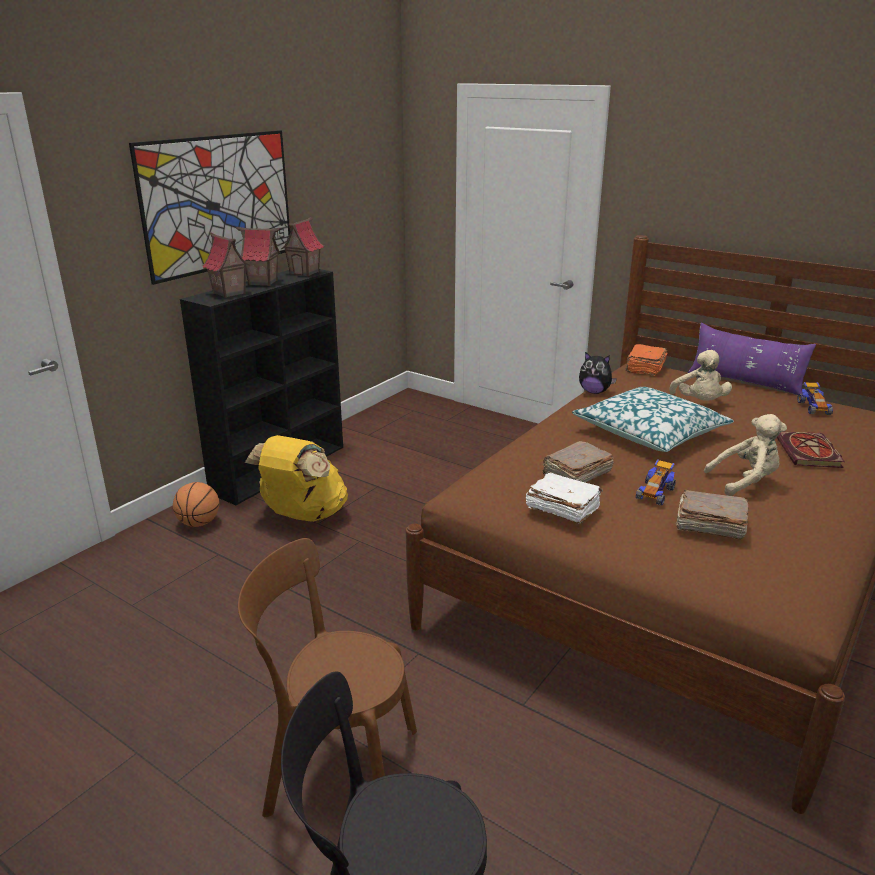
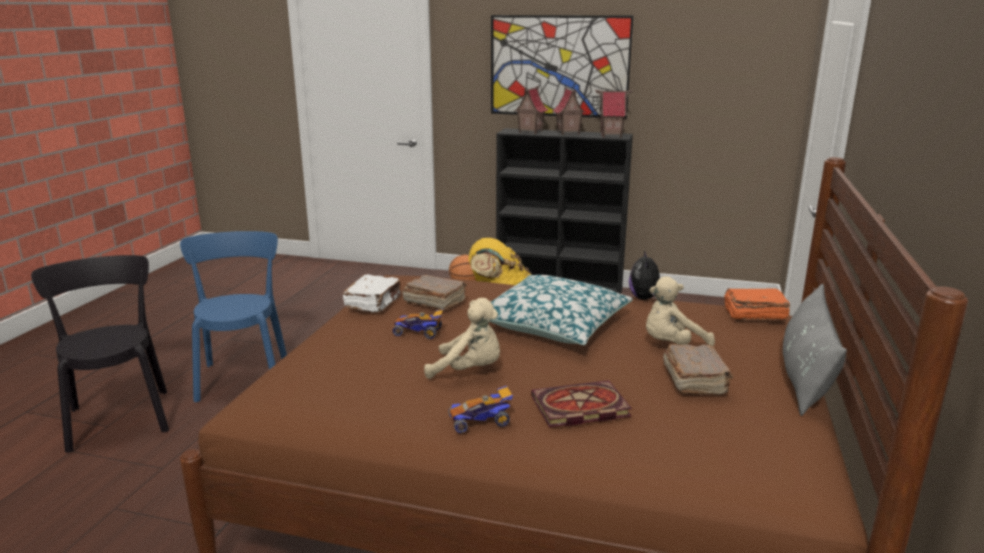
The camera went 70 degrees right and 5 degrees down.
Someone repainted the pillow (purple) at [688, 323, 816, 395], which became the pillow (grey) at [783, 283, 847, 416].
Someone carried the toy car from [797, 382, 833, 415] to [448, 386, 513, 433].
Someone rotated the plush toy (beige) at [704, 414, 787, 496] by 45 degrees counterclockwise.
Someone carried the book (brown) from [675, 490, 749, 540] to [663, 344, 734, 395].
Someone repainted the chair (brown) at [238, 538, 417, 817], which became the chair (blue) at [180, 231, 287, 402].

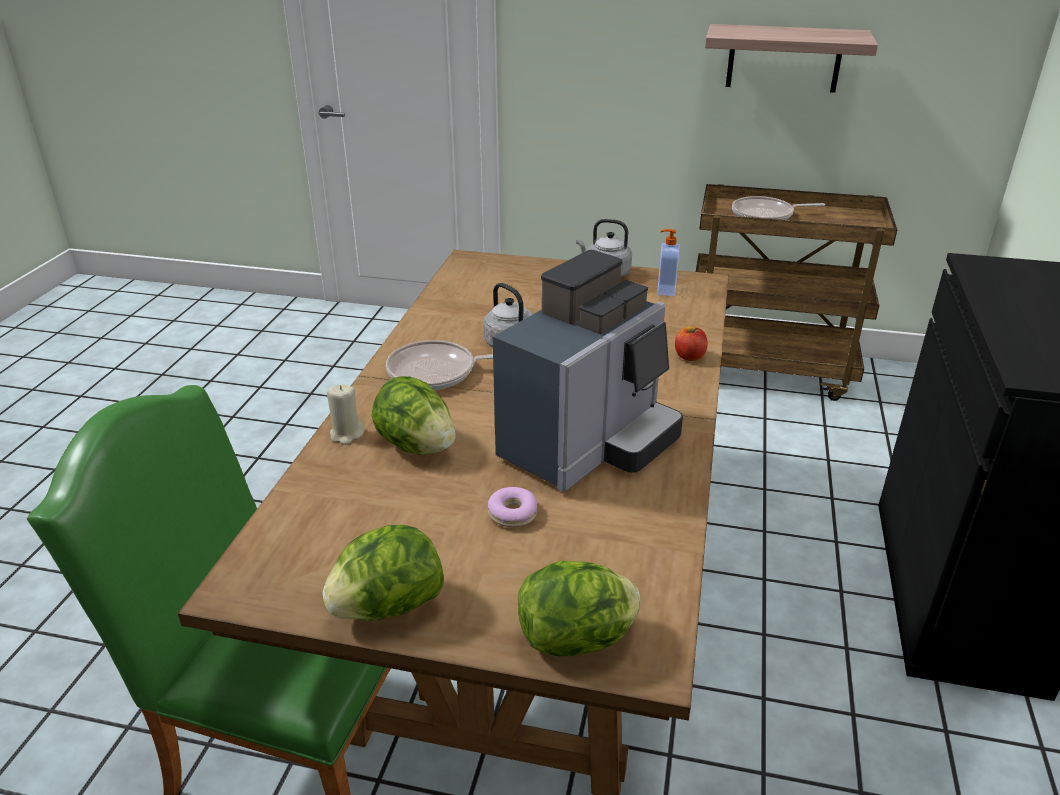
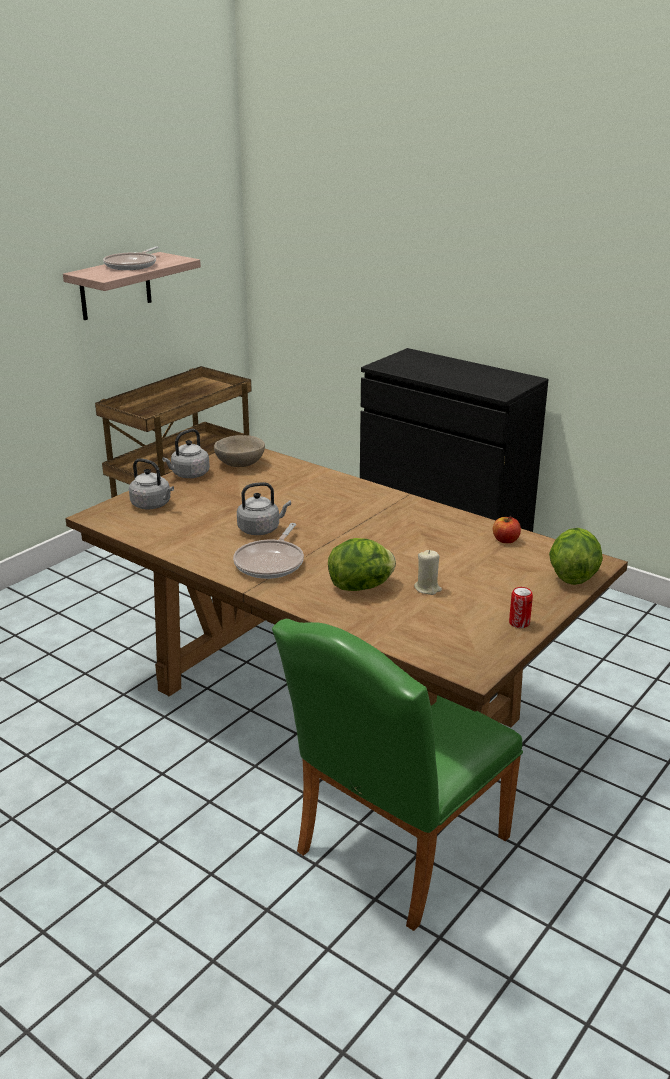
The camera went 65 degrees left and 5 degrees down.
Someone carried the frying pan from [732, 196, 825, 220] to [103, 247, 159, 270].
Someone swapped the soap dispenser at [657, 229, 680, 296] for the bowl (beige) at [214, 435, 265, 467].
Someone took away the coffee machine at [493, 250, 683, 492].
Someone carried the apple from [675, 326, 708, 361] to [493, 516, 521, 543].
Someone carried the candle (beige) from [327, 384, 364, 445] to [414, 550, 442, 595].
Someone took away the donut at [488, 487, 537, 527].
Someone swapped the lettuce at [322, 525, 444, 621] for the can at [509, 587, 533, 628].
Someone put down the kettle (grey) at [129, 458, 174, 509].

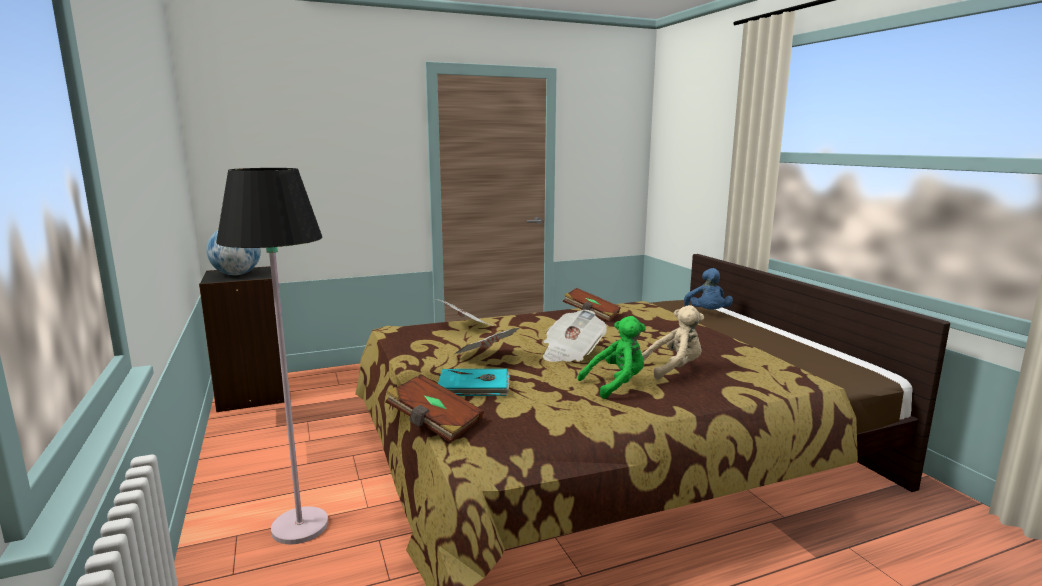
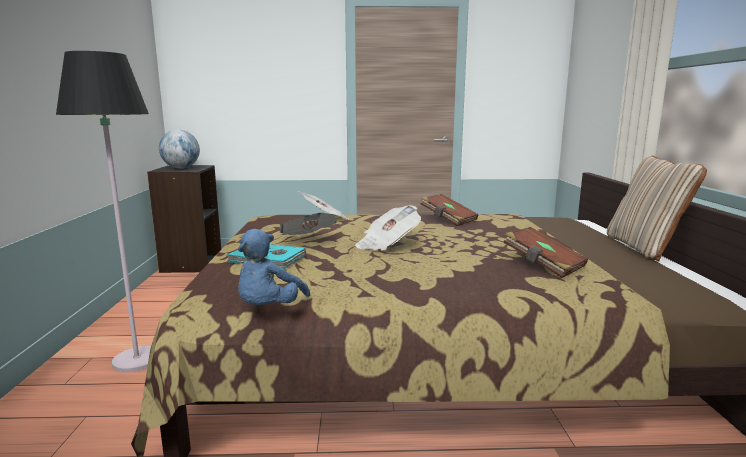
The camera went 20 degrees right and 0 degrees up.
Someone carried the plush toy (blue) from [684, 268, 733, 310] to [238, 229, 310, 305].
Someone took away the plush toy (beige) at [642, 305, 704, 380].
Someone took away the plush toy (green) at [578, 316, 646, 399].
Someone carried the book (brown) from [385, 374, 484, 443] to [503, 227, 588, 278].
Someone put down the pillow (beige) at [607, 156, 707, 261].

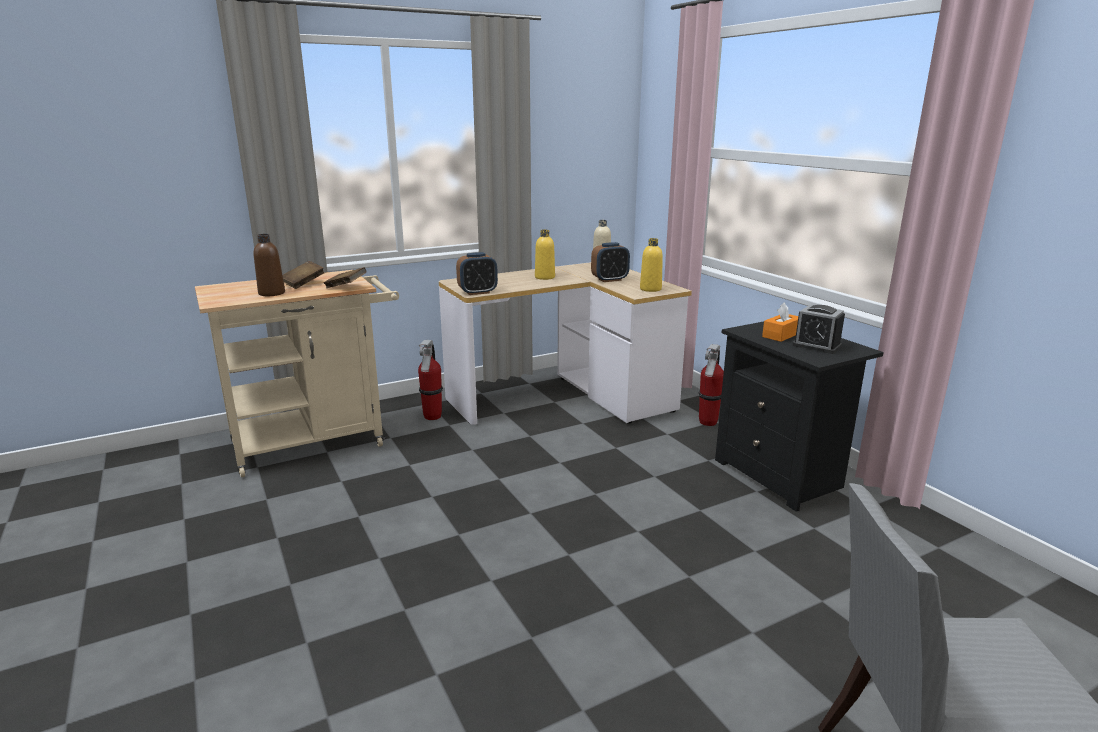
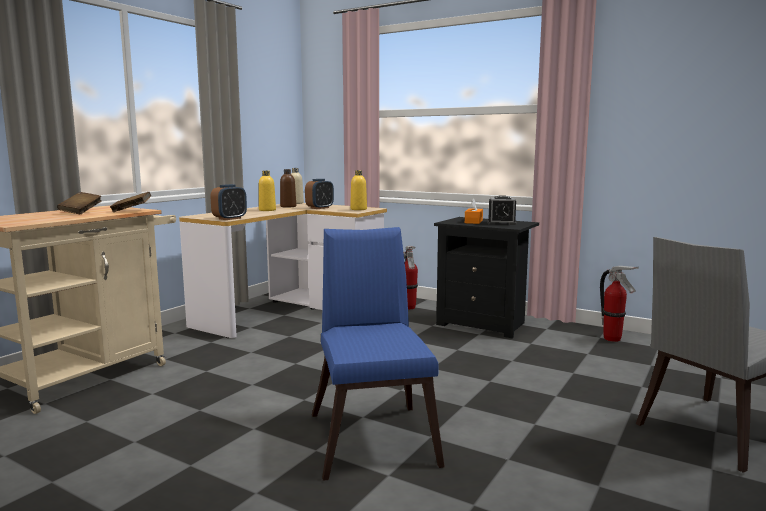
The camera went 30 degrees left and 10 degrees down.
Someone carried the bottle (brown) from [254, 234, 285, 296] to [280, 169, 296, 208].
Someone carried the fire extinguisher from [418, 340, 443, 420] to [600, 266, 639, 342].
Someone put down the chair (blue) at [312, 227, 445, 481].

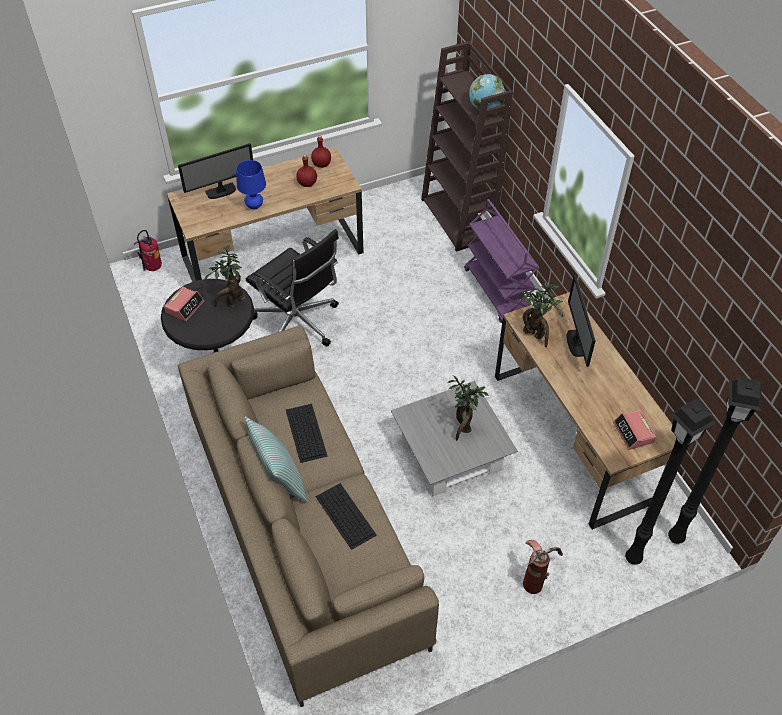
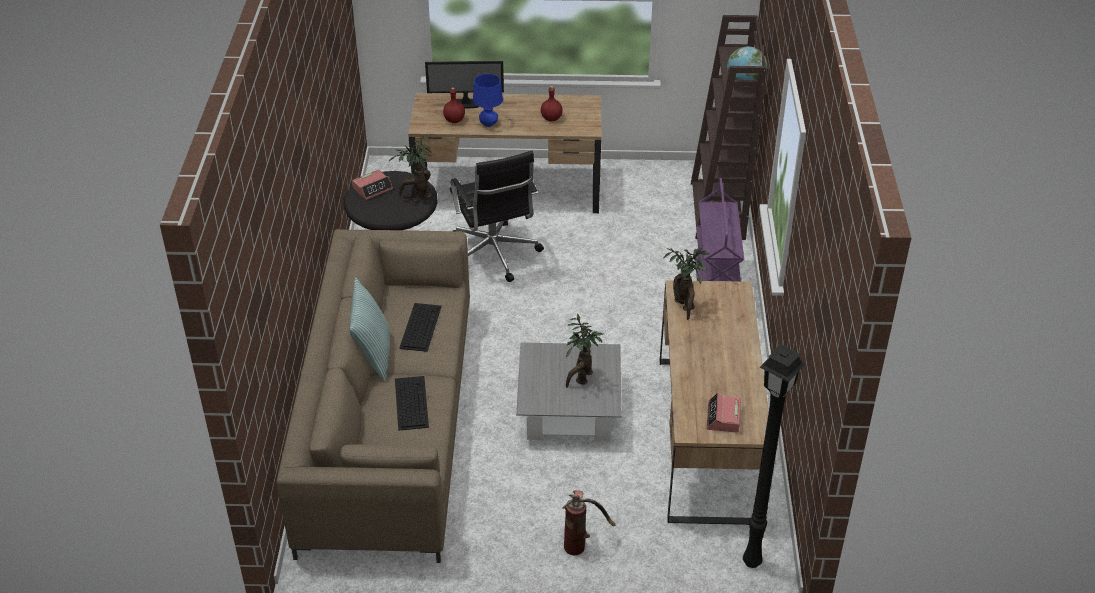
The camera went 25 degrees right and 10 degrees down.
Someone carried the bottle (red) from [311, 136, 331, 168] to [443, 87, 465, 123].
Someone took away the fire extinguisher at [134, 230, 162, 271].
Someone took away the monitor at [566, 275, 596, 367].
Someone took away the floor lamp (black) at [625, 398, 716, 565].

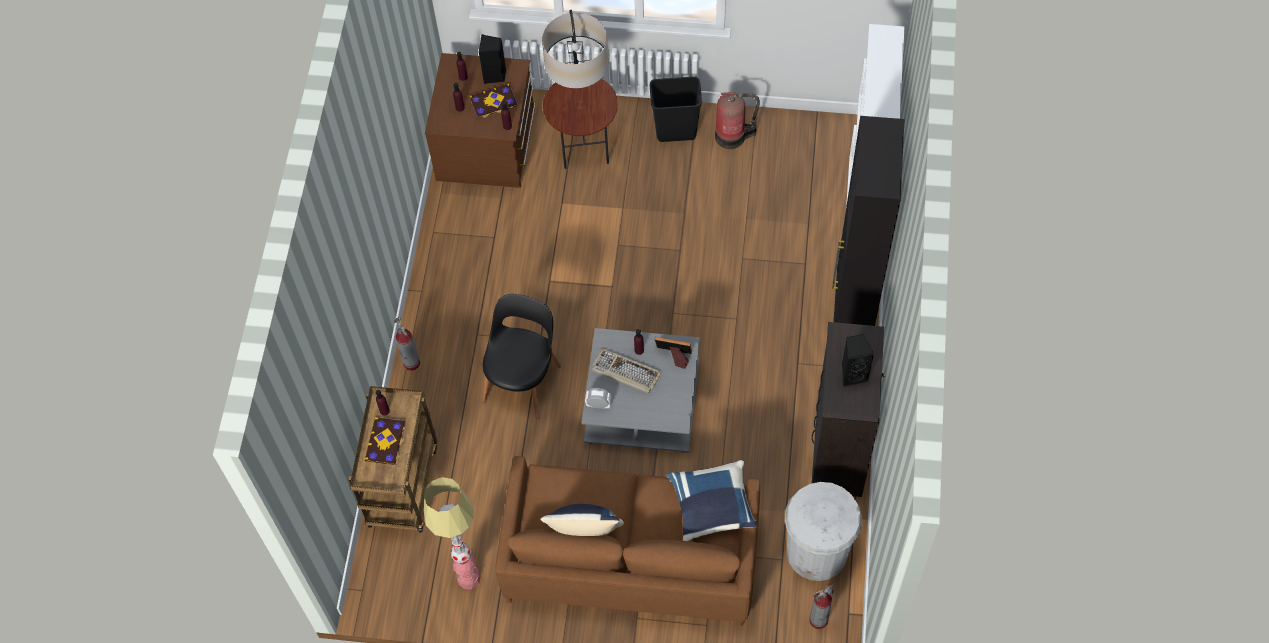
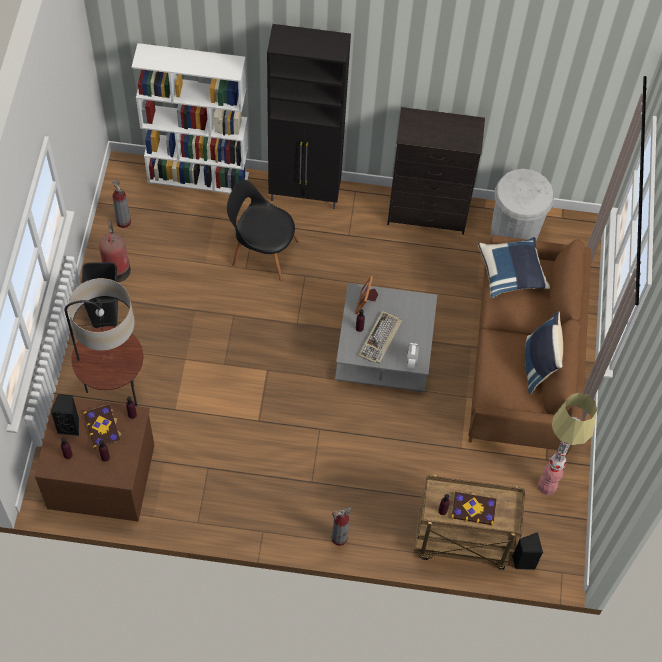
The camera went 95 degrees left and 0 degrees up.
Someone carried the chair (black) from [482, 294, 561, 419] to [227, 180, 299, 281].
Someone carried the speaker (black) from [842, 334, 874, 387] to [512, 532, 543, 570].
Someone carried the fire extinguisher from [809, 584, 834, 629] to [112, 180, 131, 228].

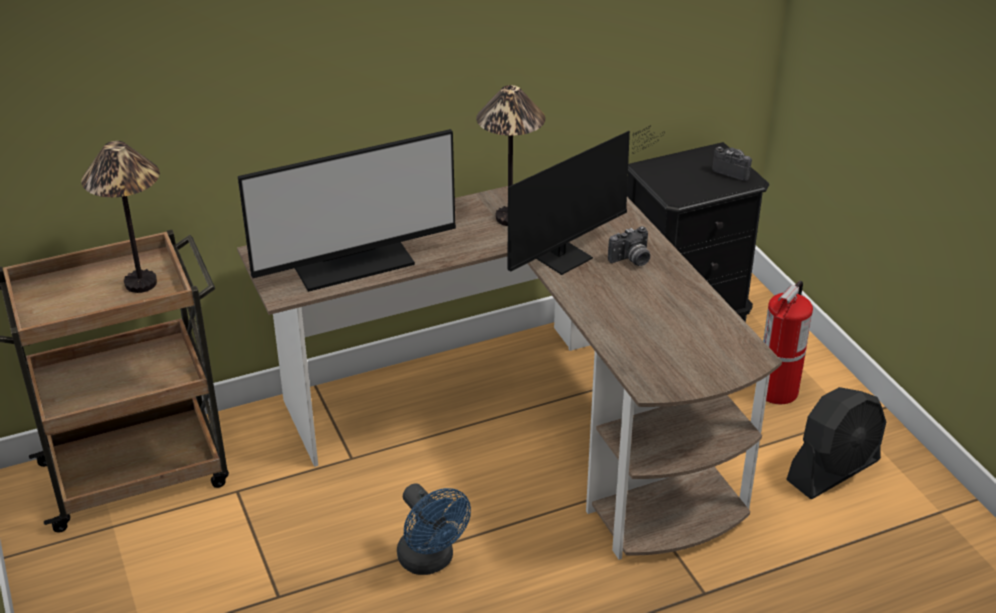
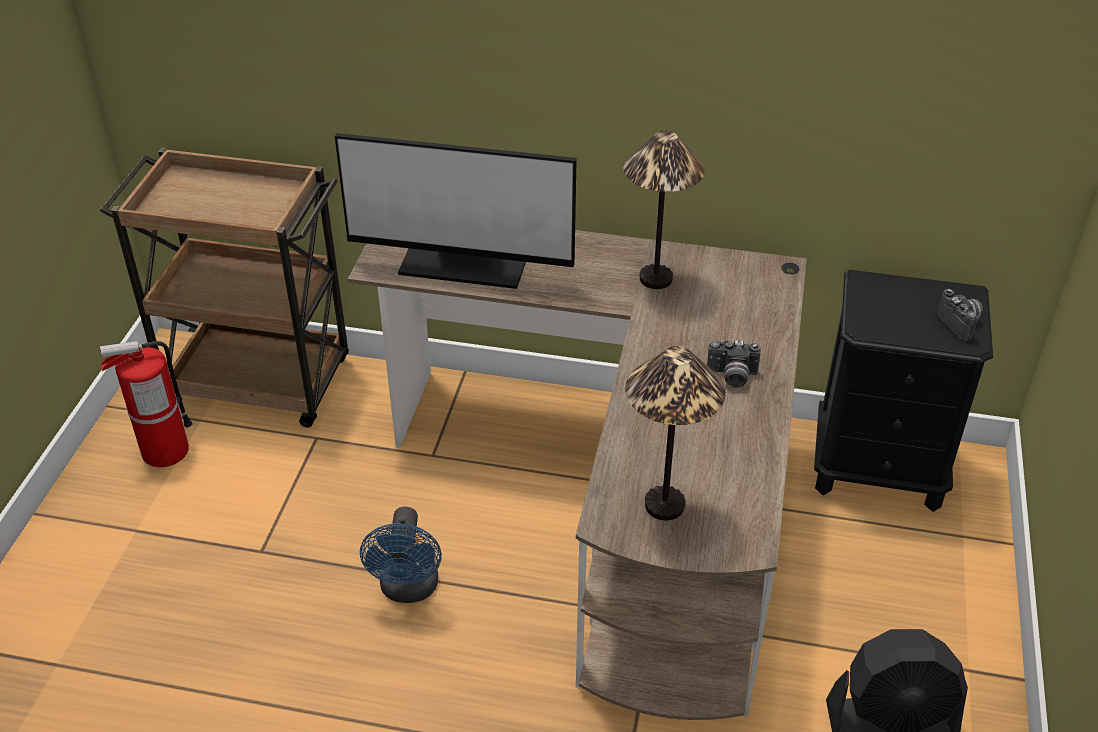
The camera went 35 degrees right and 5 degrees up.
Someone took away the monitor at [507, 125, 664, 275].
Someone carried the table lamp from [81, 141, 160, 293] to [625, 346, 725, 520].
Someone carried the fire extinguisher from [763, 281, 813, 404] to [99, 341, 193, 467].

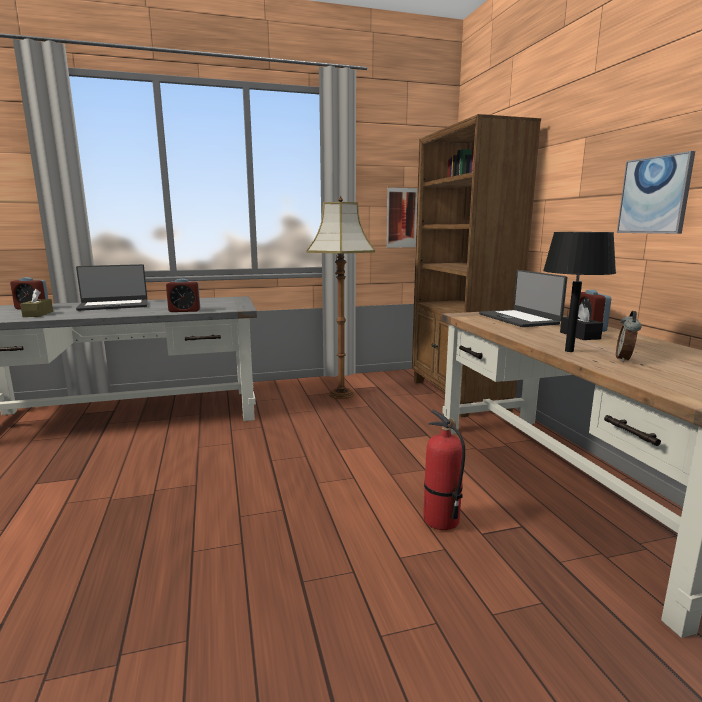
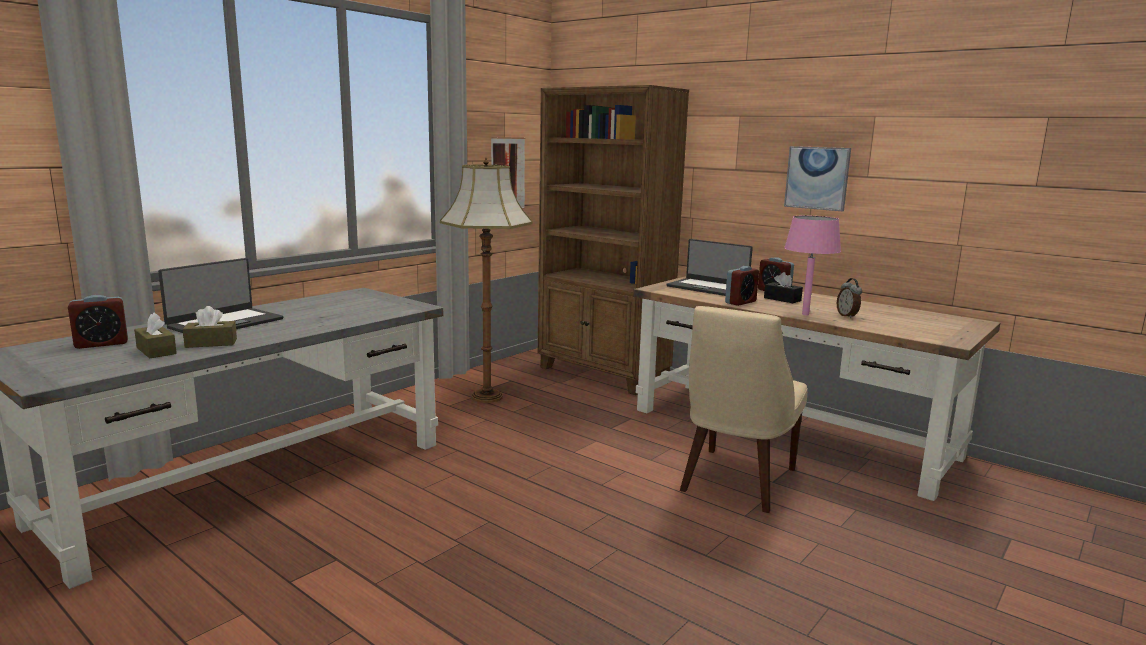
The camera went 35 degrees left and 0 degrees up.
Someone repainted the table lamp (black) at [543, 232, 616, 352], which became the table lamp (pink) at [784, 215, 841, 315].
Someone carried the alarm clock from [166, 279, 200, 312] to [725, 266, 759, 306].
Someone swapped the fire extinguisher at [423, 410, 465, 530] for the chair (beige) at [680, 306, 807, 513].
Someone put down the tissue box (brown) at [183, 306, 237, 348].

